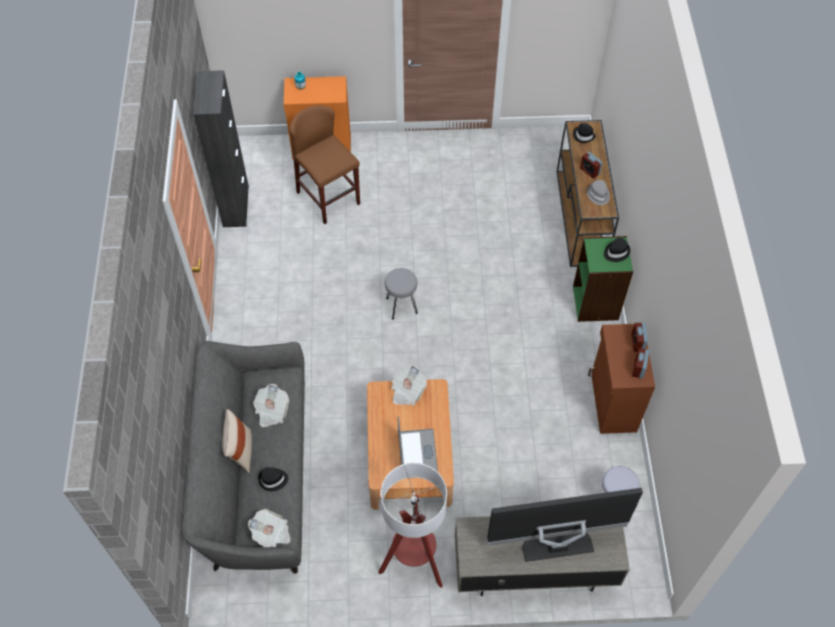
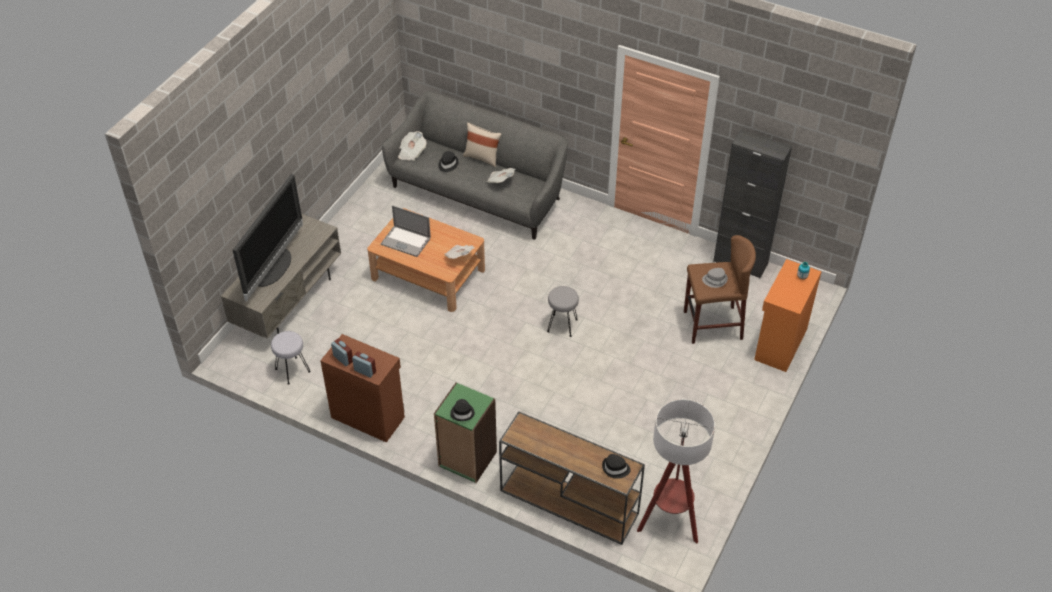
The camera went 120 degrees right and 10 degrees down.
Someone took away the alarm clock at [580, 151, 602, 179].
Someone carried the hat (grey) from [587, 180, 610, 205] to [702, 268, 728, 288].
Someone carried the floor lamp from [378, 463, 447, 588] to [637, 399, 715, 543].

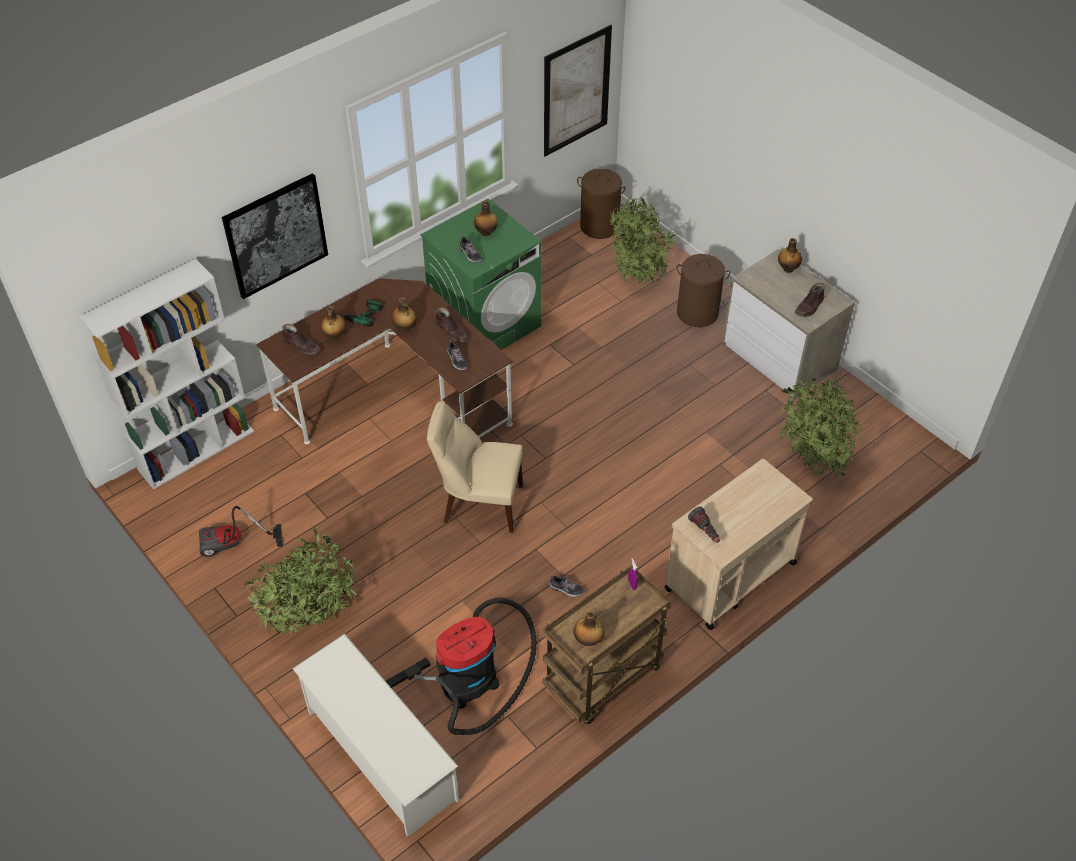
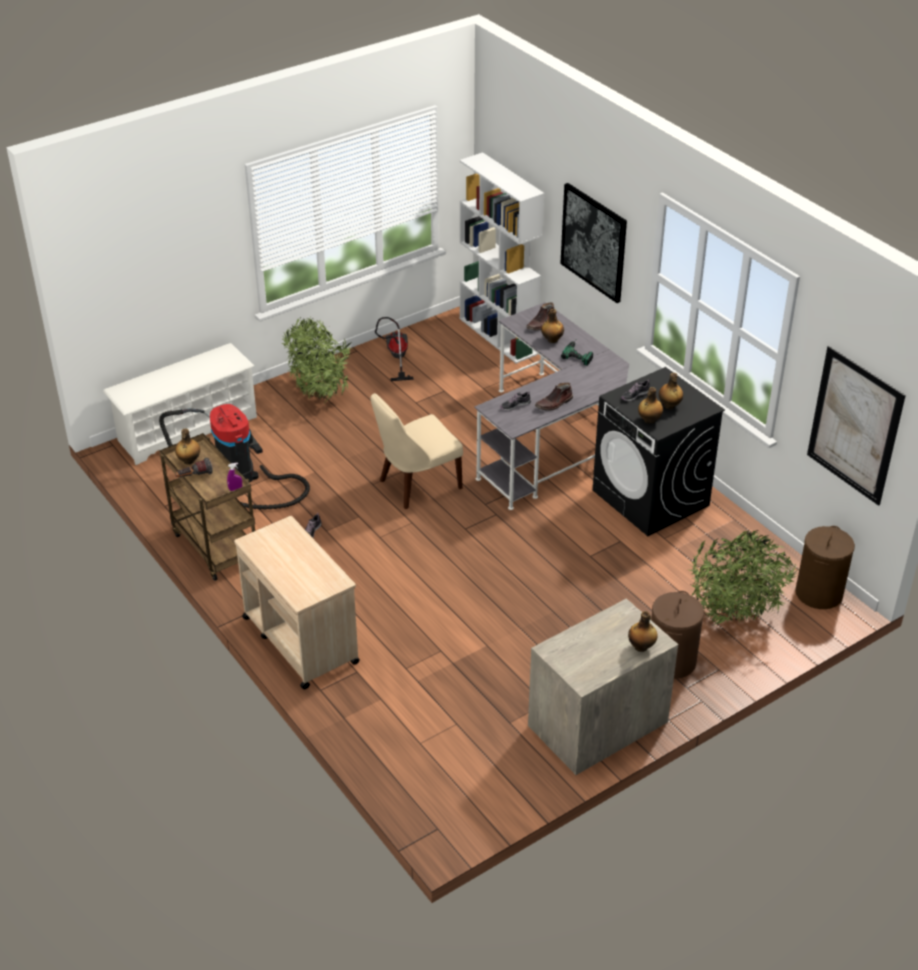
The camera went 95 degrees right and 10 degrees down.
Someone repainted the washing machine (green) at [420, 199, 542, 350], which became the washing machine (black) at [592, 367, 725, 536].
Someone repainted the desk (brown) at [256, 278, 513, 444], which became the desk (grey) at [474, 302, 629, 510].
Someone took away the boot (brown) at [795, 283, 825, 317].
Someone carried the bottle from [392, 298, 416, 332] to [638, 387, 663, 424].
Someone took away the potted plant at [780, 378, 863, 479].
Someone rotated the chair (beige) at [427, 401, 523, 533] by 135 degrees counterclockwise.
Someone carried the flashlight from [688, 507, 720, 543] to [175, 458, 213, 477].

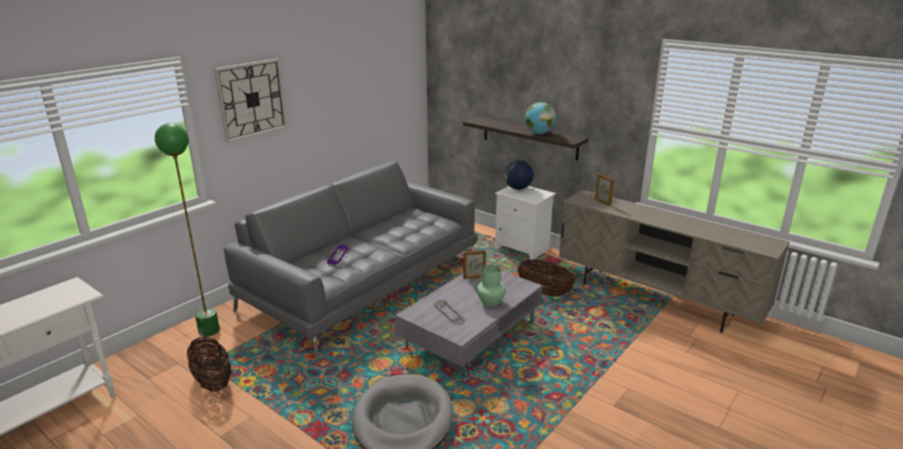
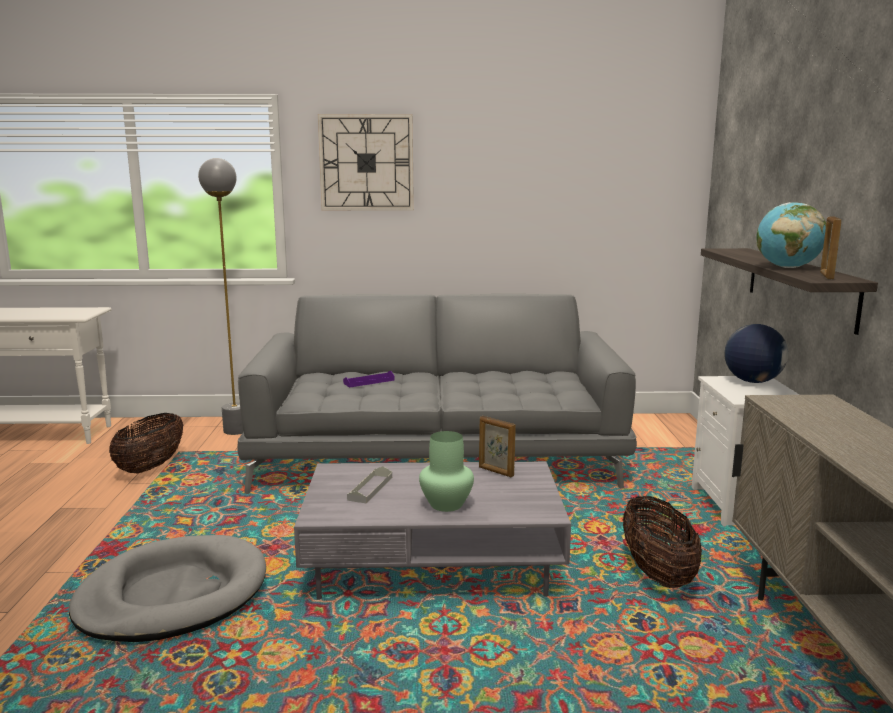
The camera went 50 degrees right and 10 degrees down.
Someone repainted the floor lamp (green) at [155, 123, 220, 337], which became the floor lamp (grey) at [198, 158, 244, 435].
Someone carried the picture frame from [595, 173, 614, 206] to [820, 216, 842, 279].

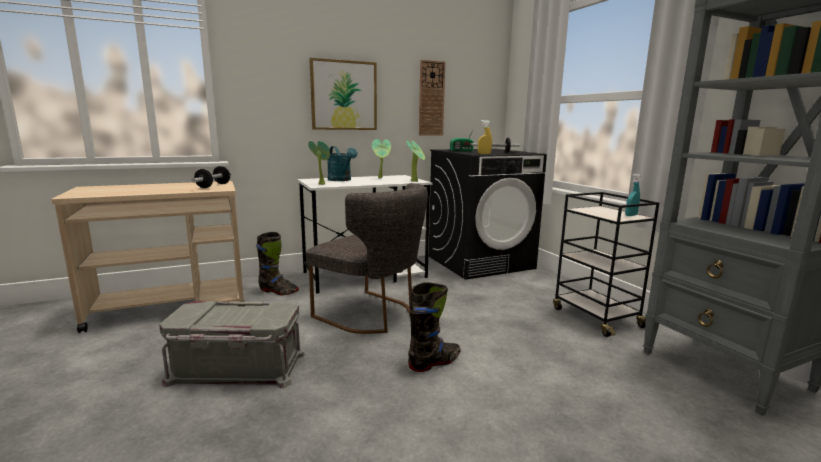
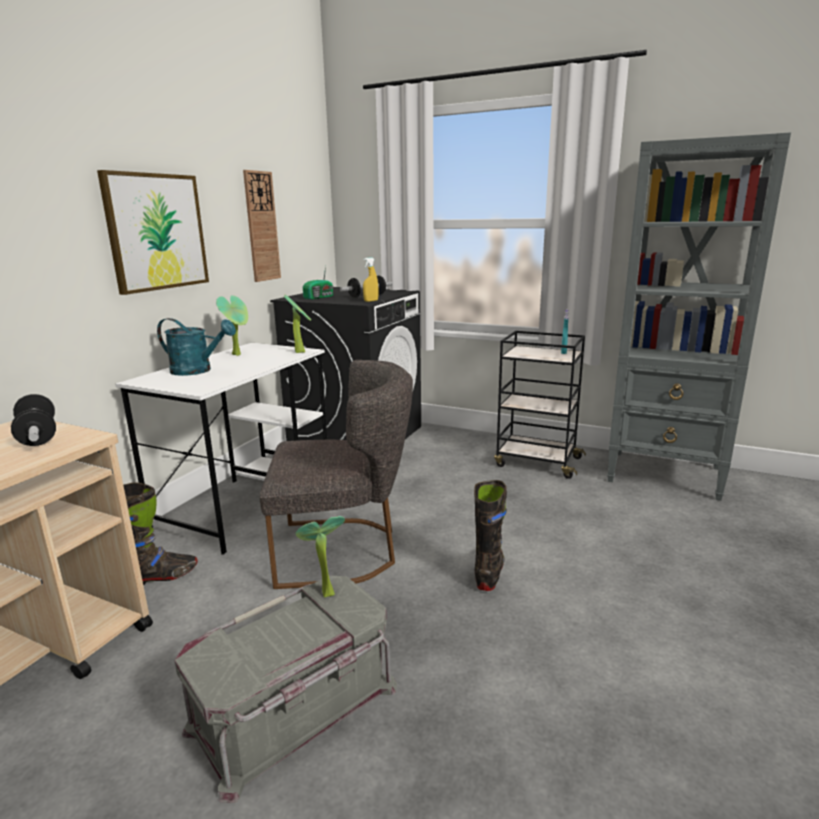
The camera went 40 degrees left and 5 degrees up.
Someone carried the potted plant from [308, 141, 330, 185] to [296, 516, 345, 598].

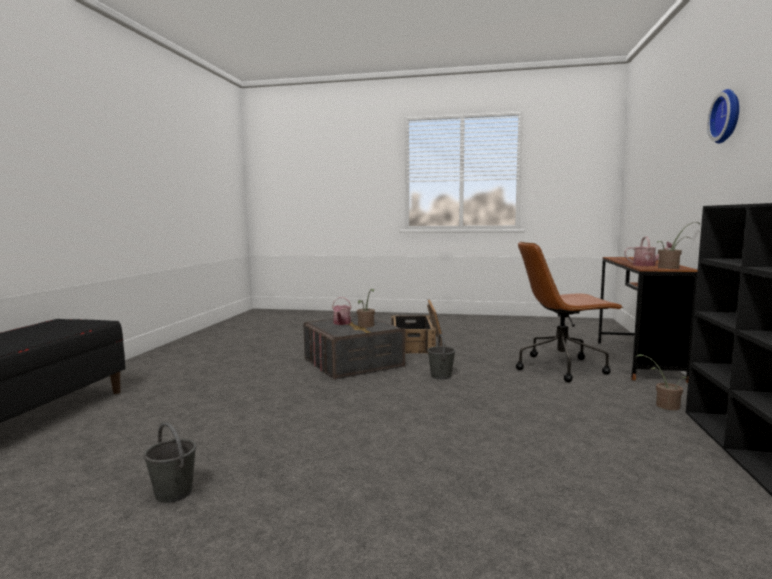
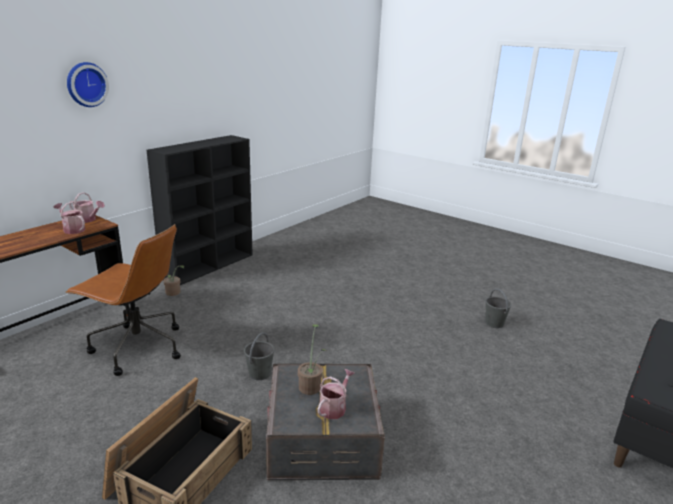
The camera went 155 degrees left and 15 degrees up.
Someone swapped the potted plant at [657, 222, 700, 269] for the watering can at [69, 192, 105, 223].

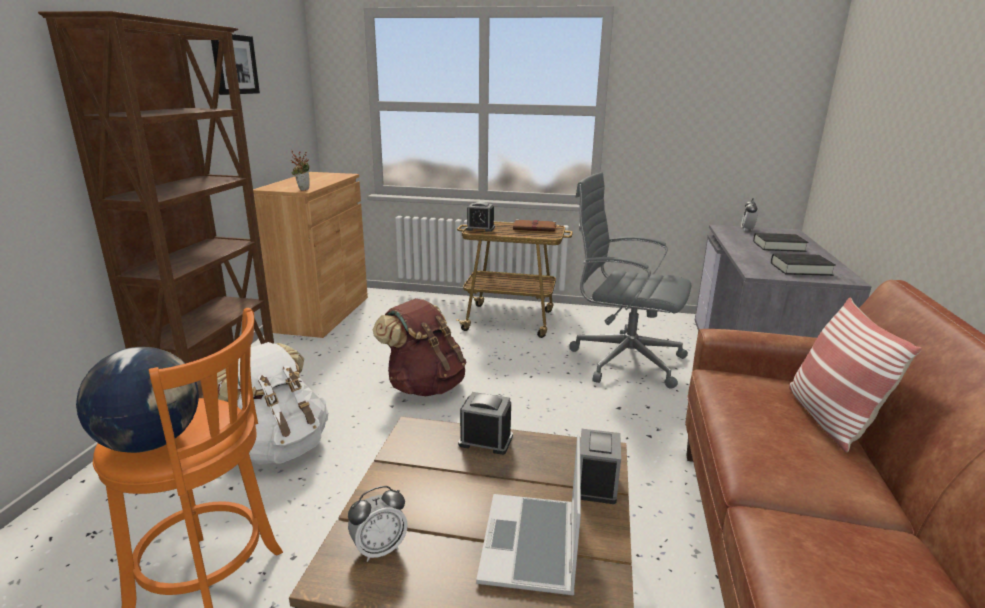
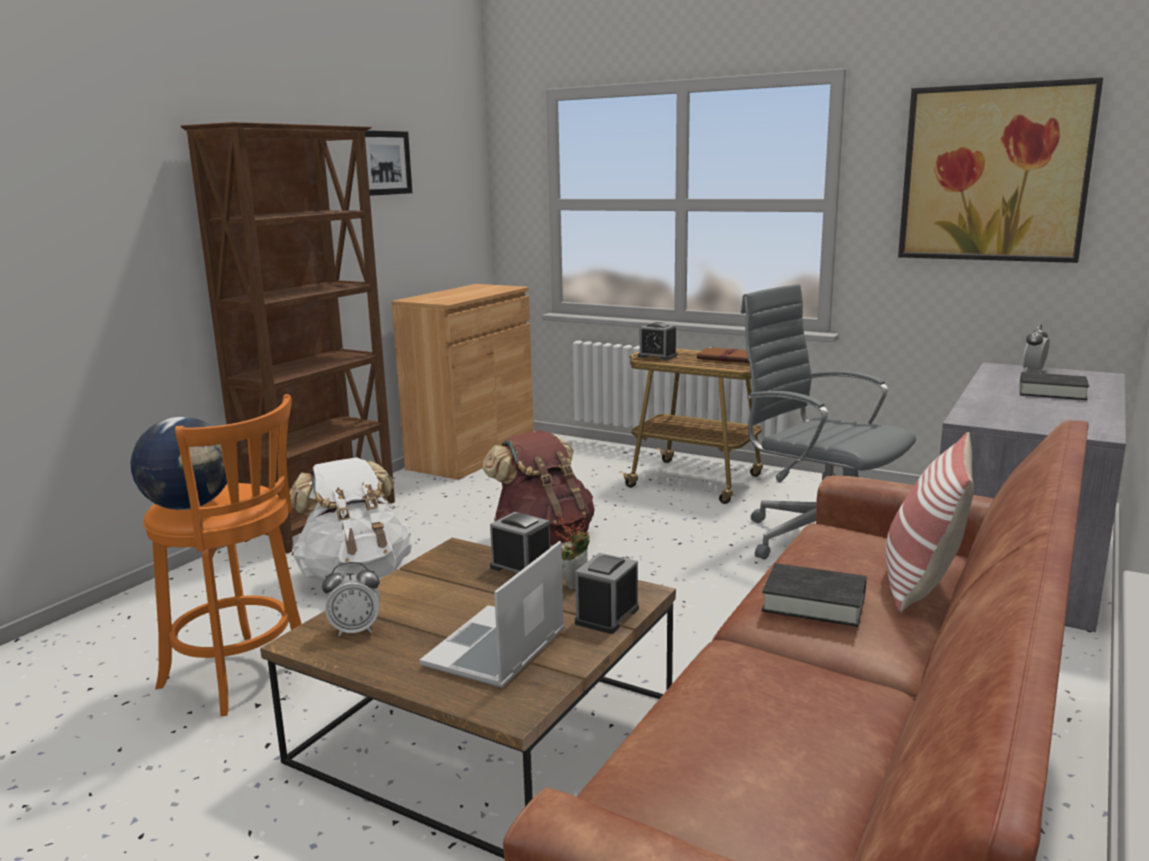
The camera went 20 degrees right and 5 degrees down.
Someone carried the potted plant from [291, 150, 310, 191] to [555, 510, 590, 589].
Someone carried the book (black) from [771, 254, 836, 276] to [761, 563, 867, 627].
Someone put up the picture at [898, 77, 1103, 263].

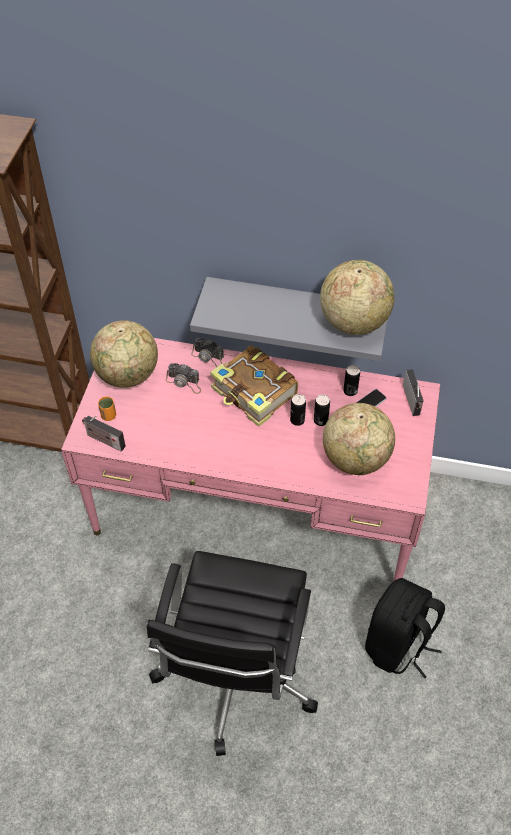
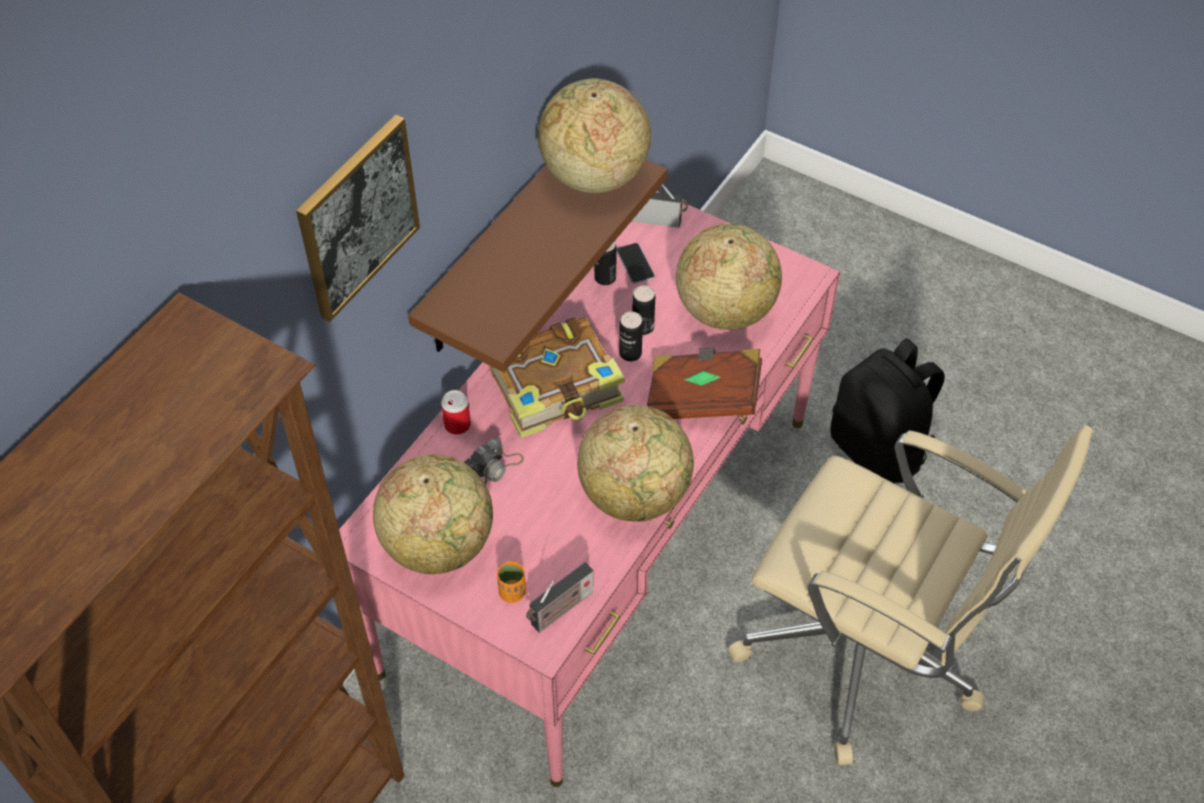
The camera went 70 degrees left and 0 degrees up.
Someone repainted the shelf (grey) at [190, 277, 388, 361], which became the shelf (brown) at [408, 160, 667, 372].
Someone swapped the photo camera at [191, 338, 224, 368] for the can at [441, 390, 471, 435].
Someone repainted the office chair (black) at [146, 551, 318, 756], which became the office chair (beige) at [728, 425, 1093, 765].
Someone put up the picture at [296, 115, 420, 322].
Someone put down the book (brown) at [647, 347, 762, 419].
Someone put down the globe at [577, 405, 694, 522].

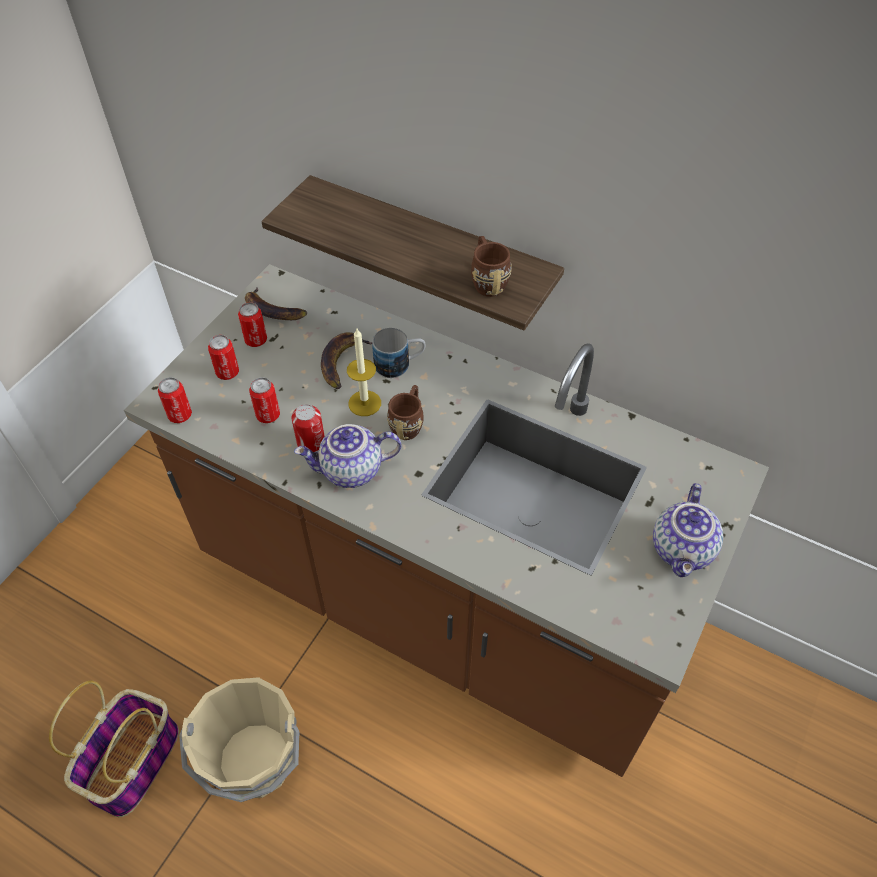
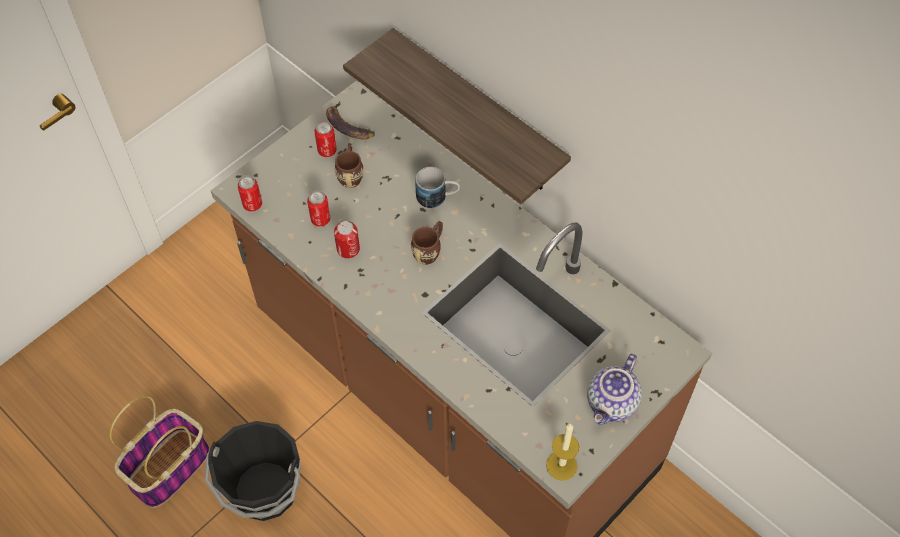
The camera went 15 degrees right and 5 degrees up.
Someone carried the mug (brown) from [471, 236, 512, 297] to [335, 143, 364, 188].
Someone carried the candle from [347, 329, 381, 416] to [546, 423, 579, 481].
Someone took away the banana at [321, 332, 372, 389].
Someone took away the can at [208, 335, 239, 380].
Someone took away the teapot at [294, 424, 401, 488].
Someone repainted the bucket (beige) at [179, 677, 300, 802], which became the bucket (black) at [204, 421, 301, 521].

